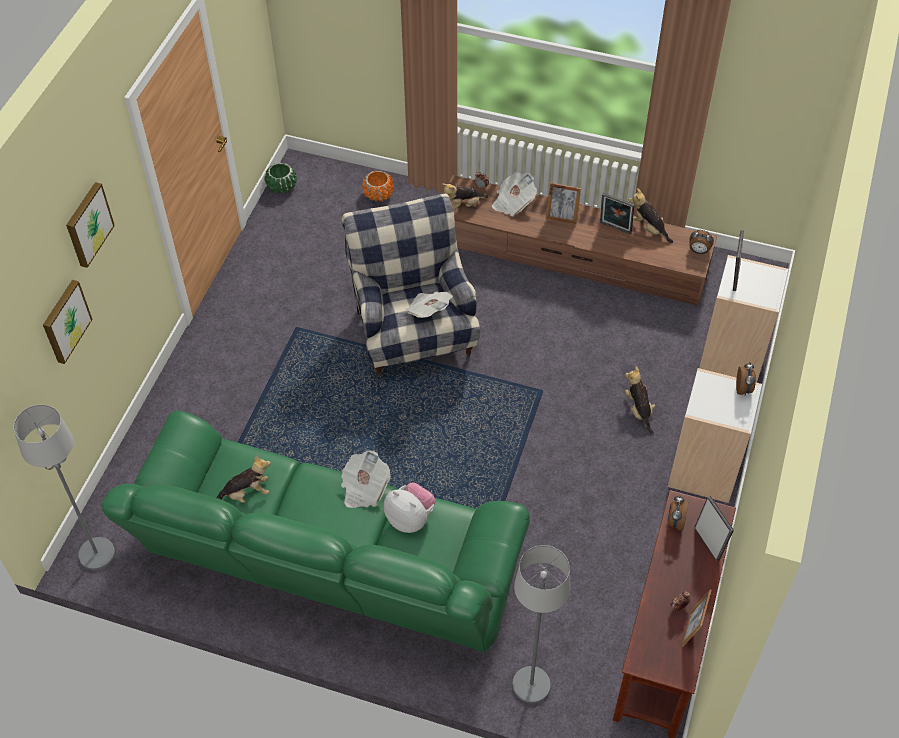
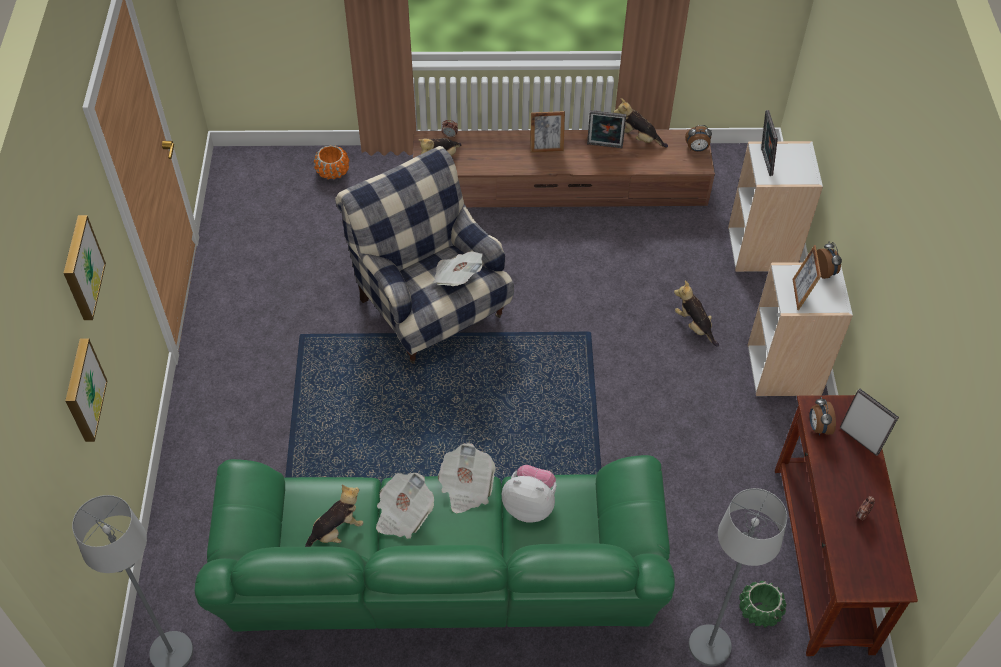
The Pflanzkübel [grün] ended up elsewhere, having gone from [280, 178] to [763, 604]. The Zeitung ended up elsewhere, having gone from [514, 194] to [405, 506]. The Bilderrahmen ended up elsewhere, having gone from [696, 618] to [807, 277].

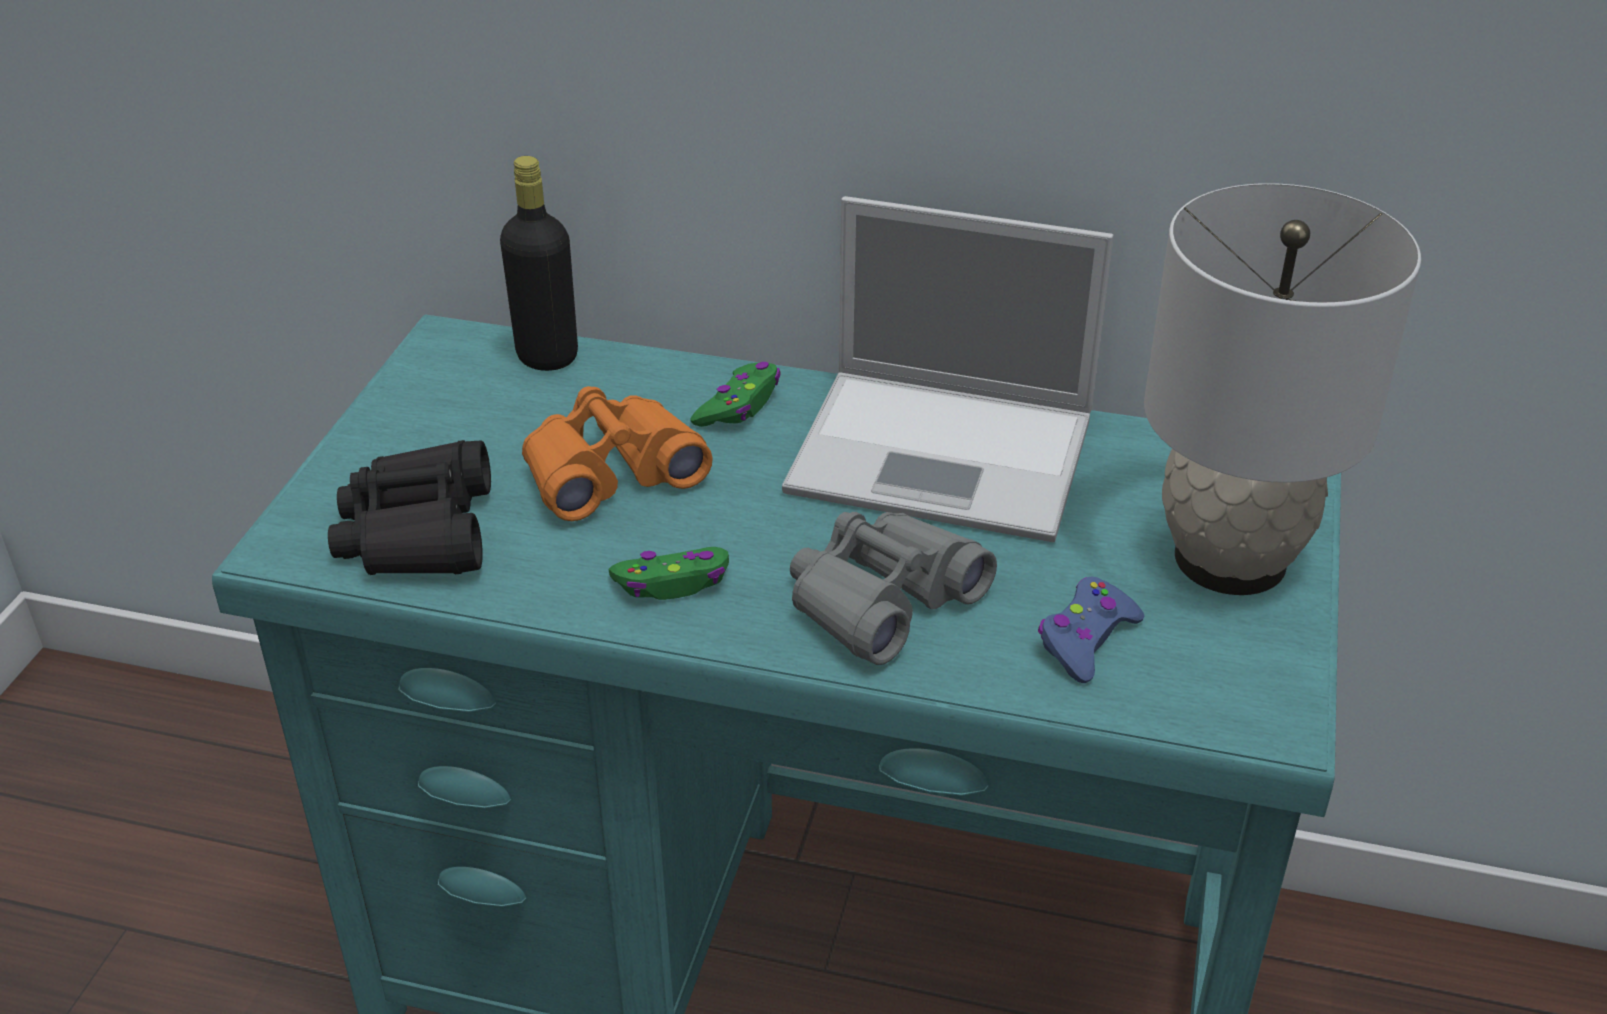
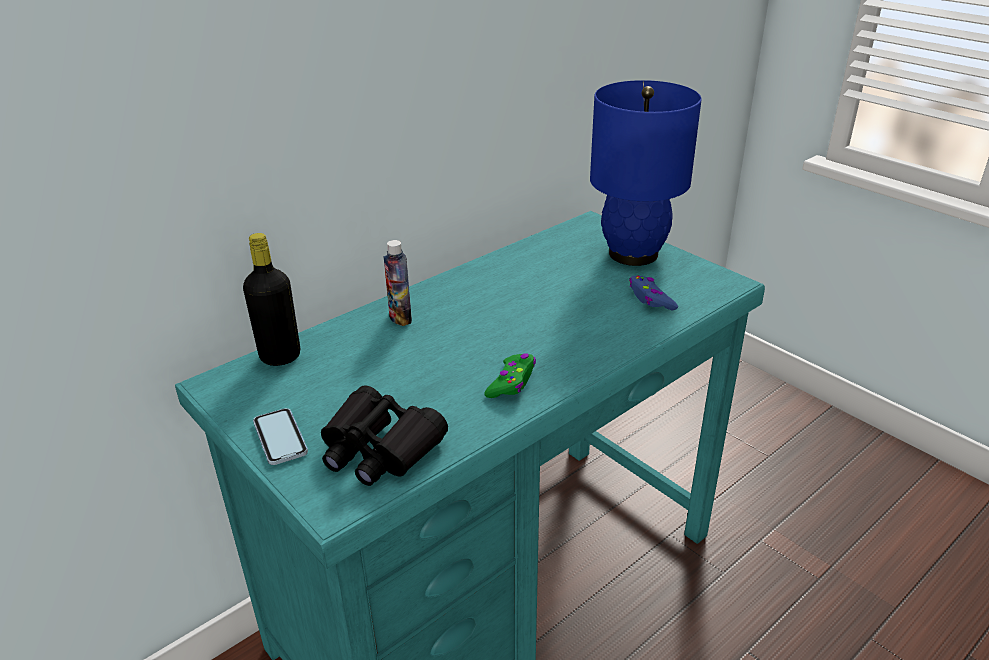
What was the Tischlampe [weiß] at [1282, 389] turned into the Tischlampe [blau] at [646, 173]. The second view lost the Laptop at [948, 369]. Where the Gamepad [grün] stood at [735, 394], the Flasche came to stand at [398, 283]. The second view lost the Fernglas [orange] at [617, 453]. The second view lost the Fernglas [grau] at [893, 588]. The second view gained the Handy at [280, 436].

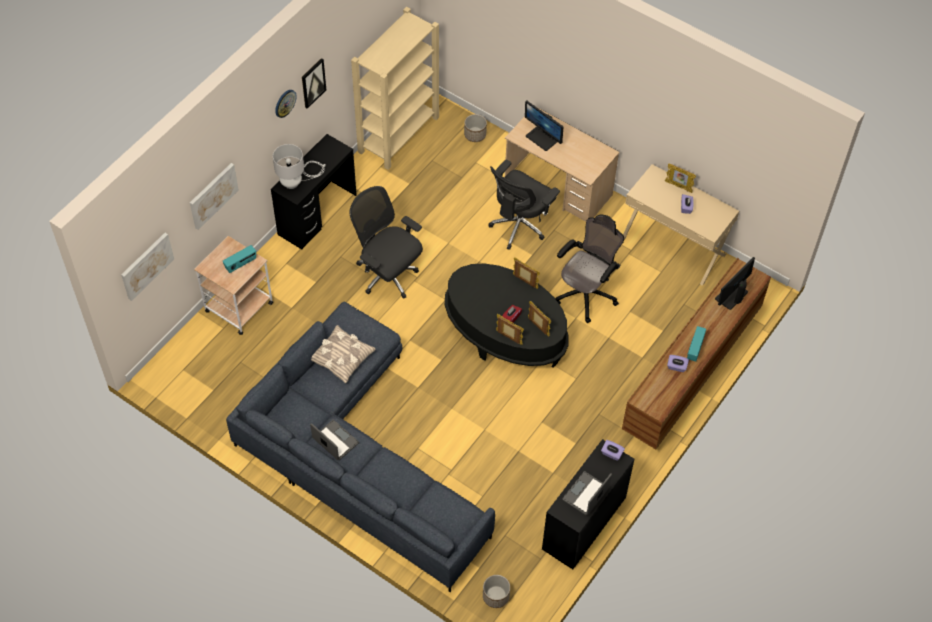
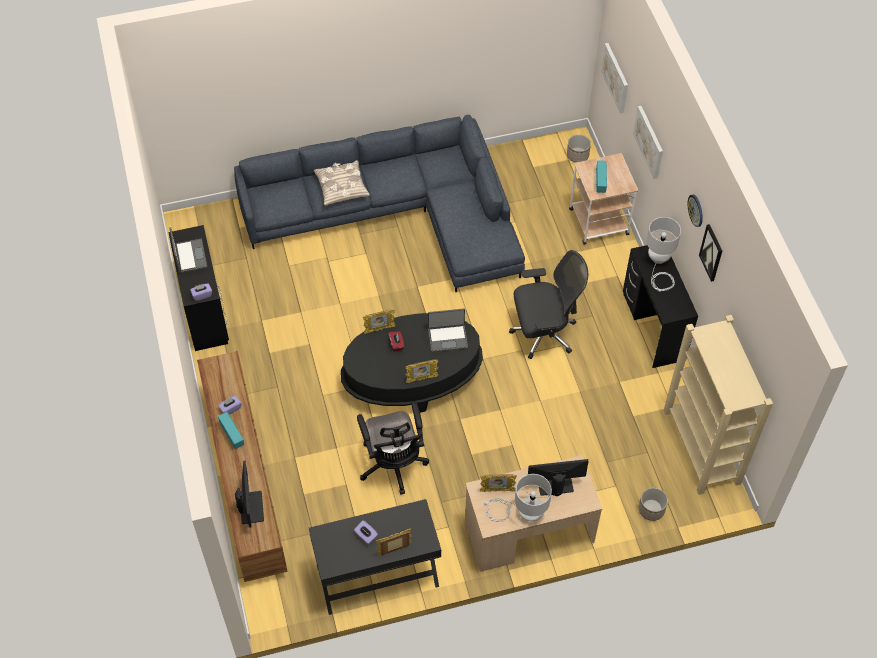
The second view lost the Bürostuhl at [524, 205]. What was the Konsolentisch [beige] at [681, 225] turned into the Konsolentisch [schwarz] at [375, 557]. The Bilderrahmen ended up elsewhere, having gone from [539, 318] to [498, 483]. The Kissen [beige] ended up elsewhere, having gone from [343, 354] to [342, 183]. The Laptop ended up elsewhere, having gone from [334, 440] to [448, 330]. The Pflanzkübel ended up elsewhere, having gone from [496, 591] to [579, 148]. The second view gained the Tischlampe [weiß] at [518, 498].

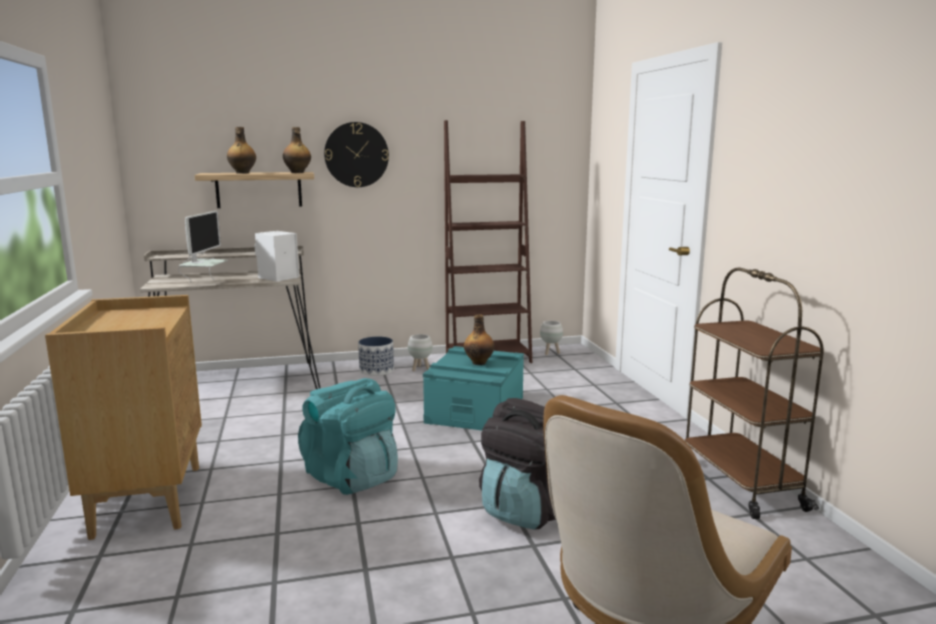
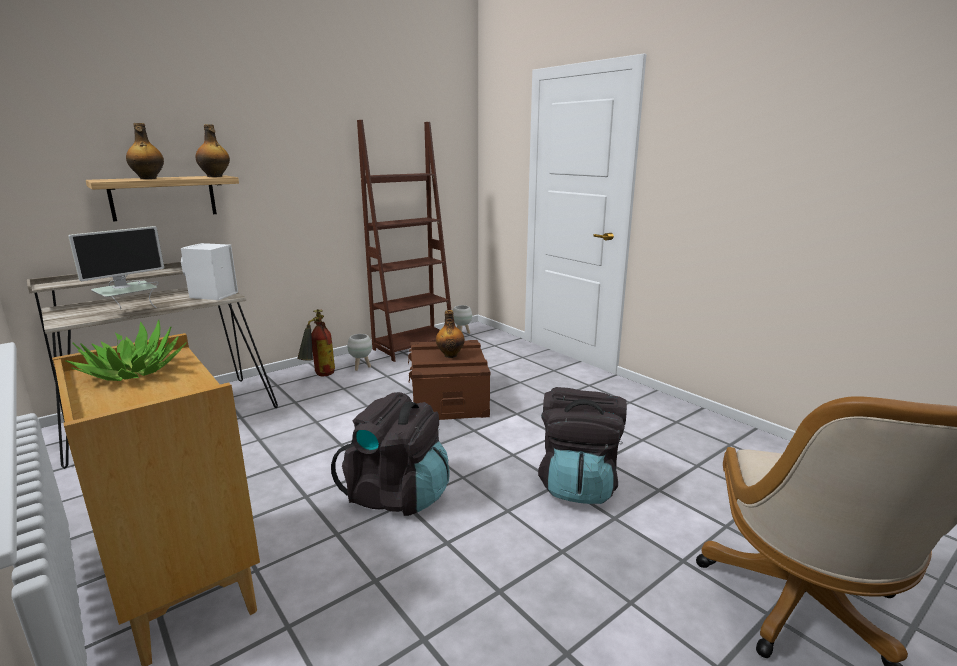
The second view lost the Wanduhr at [356, 154]. The Monitor at [203, 247] ended up facing another way, 60 degrees clockwise from before. The second view lost the Rollwagen [braun] at [754, 393]. Where the Pflanzkübel stood at [376, 356], the Feuerlöscher came to stand at [316, 342]. What was the Aufbewahrungsbox [türkis] at [473, 388] turned into the Aufbewahrungsbox [braun] at [449, 380]. What was the Rucksack [türkis] at [348, 436] turned into the Rucksack [schwarz] at [390, 454]. The second view gained the Topfpflanze at [126, 350].

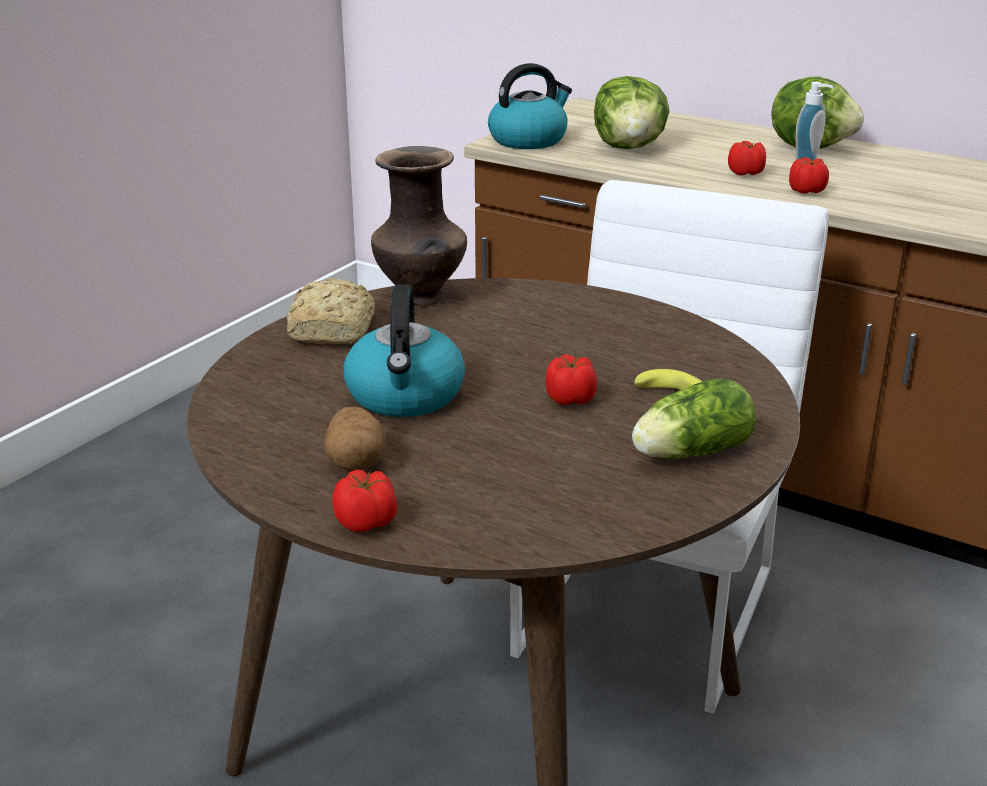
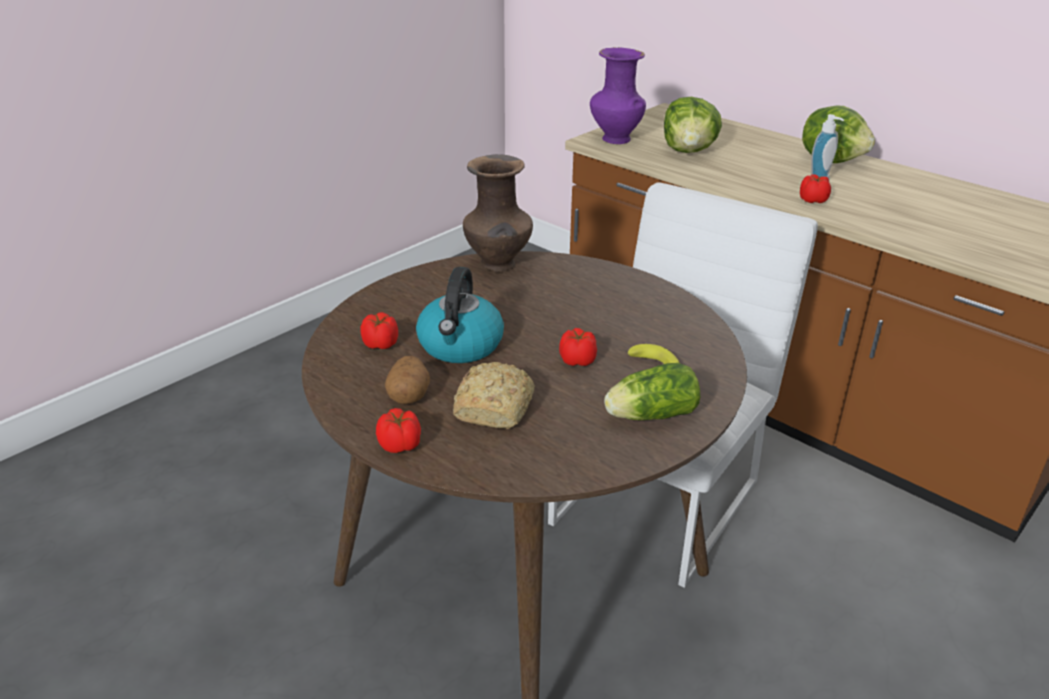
Where the Wasserkessel stood at [530, 106], the Vase [lila] came to stand at [618, 95]. The Tomate ended up elsewhere, having gone from [747, 158] to [379, 330]. The Brot ended up elsewhere, having gone from [331, 311] to [494, 395].

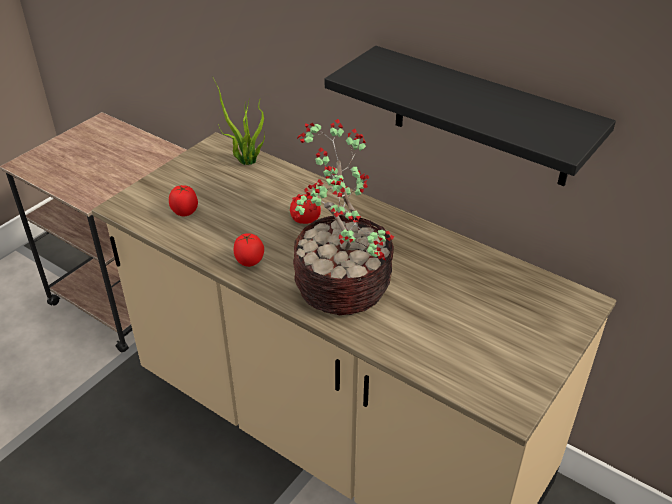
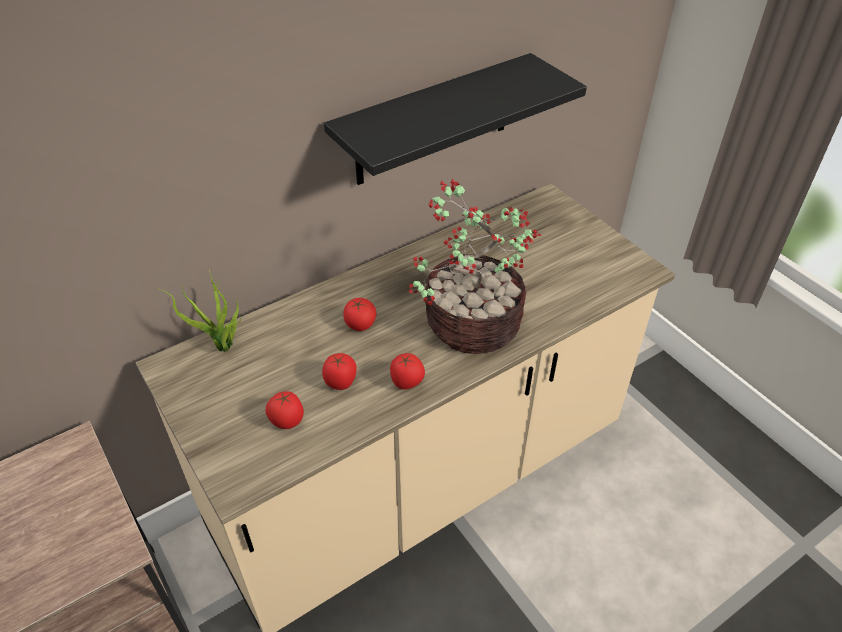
The second view gained the Tomate at [339, 371].

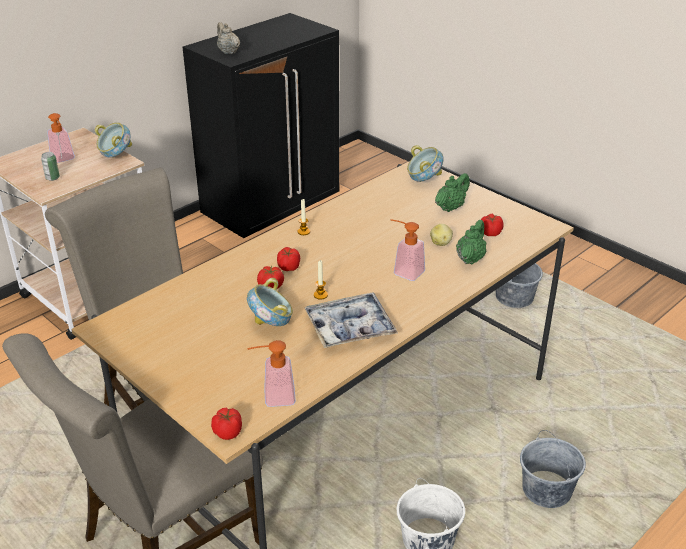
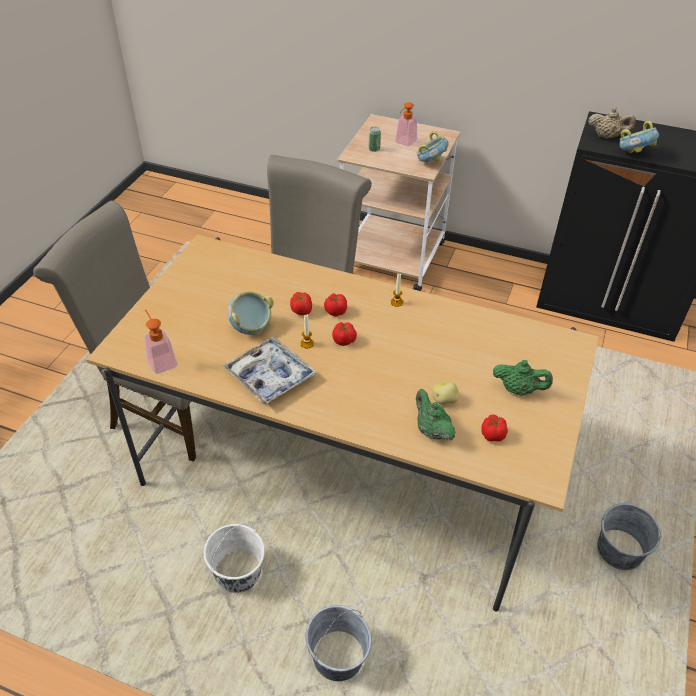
The Teekanne [beige] at [228, 38] ended up facing another way, 75 degrees clockwise from before. The Schüssel ended up elsewhere, having gone from [425, 163] to [639, 137]. The second view lost the Seifenspender at [408, 250]. The Teekanne [grün] at [471, 242] ended up facing another way, 120 degrees counterclockwise from before. The Tomate ended up elsewhere, having gone from [226, 424] to [344, 334].

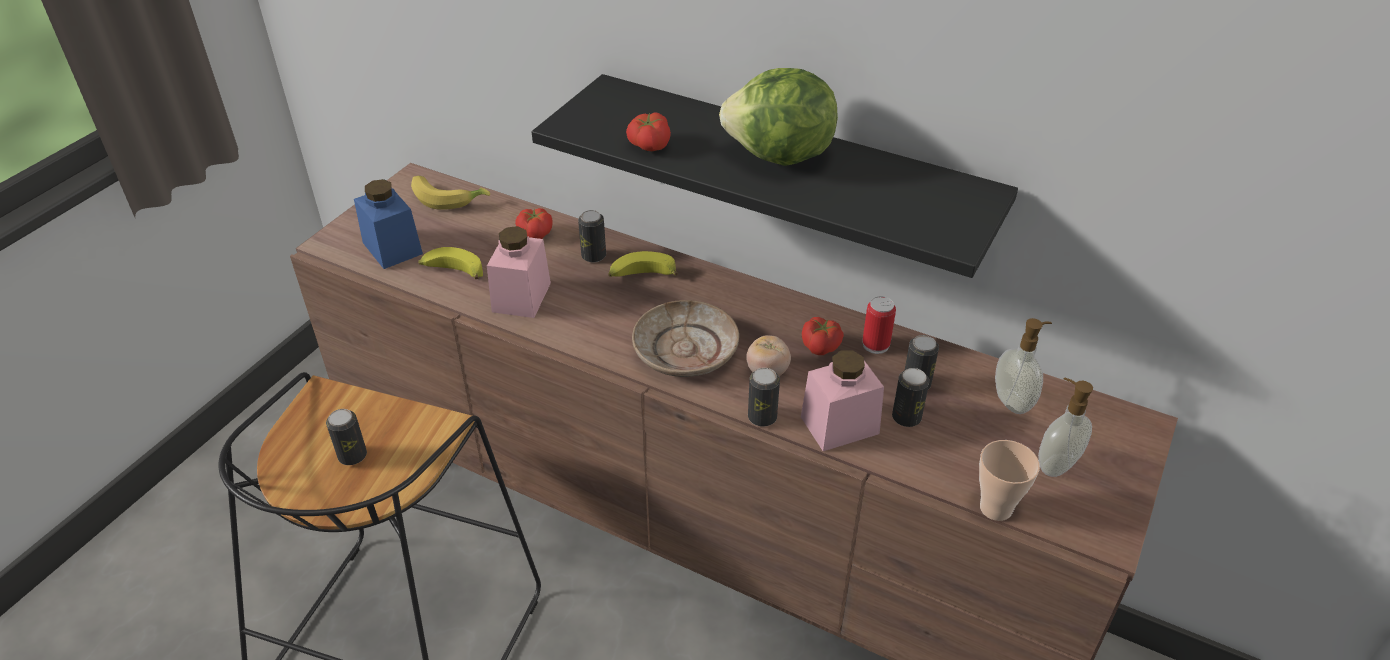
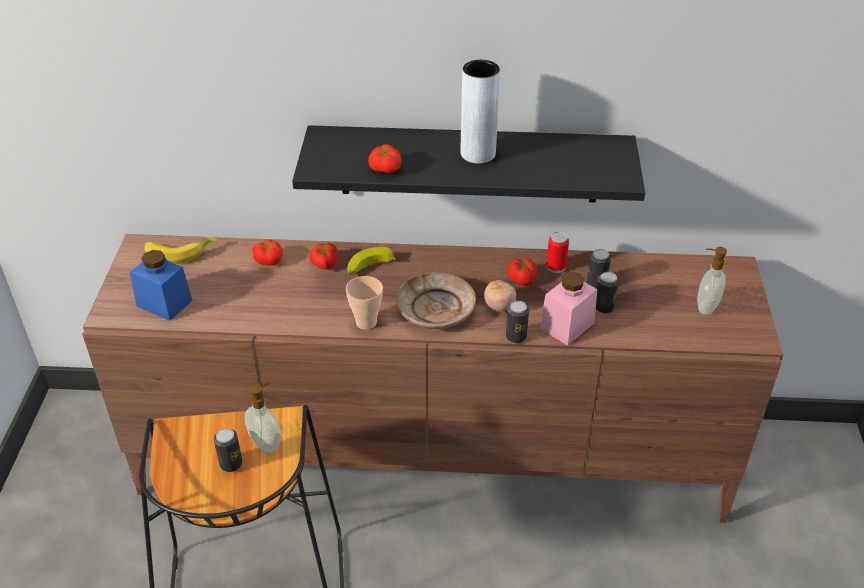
Where the Salatkopf stood at [778, 117], the Vase [grau] came to stand at [480, 112]. Where the Dose stood at [592, 236], the Tomate came to stand at [324, 256]. The second view lost the Vorratsglas [rosa] at [519, 272]. The second view lost the Banane at [450, 263]. The Seifenspender ended up elsewhere, having gone from [1023, 366] to [262, 417]. The Tasse ended up elsewhere, having gone from [1009, 480] to [364, 303].

